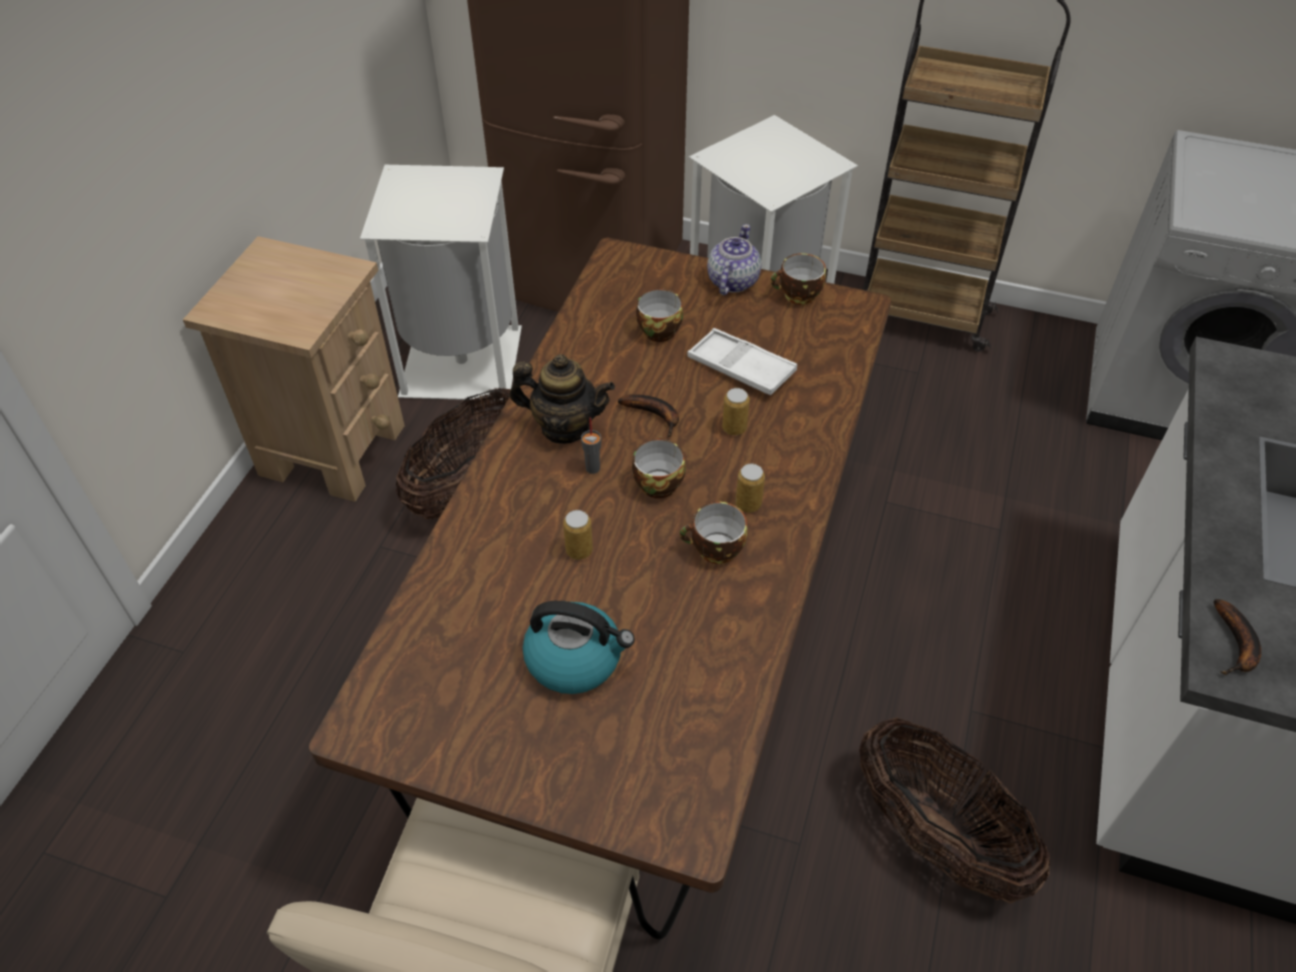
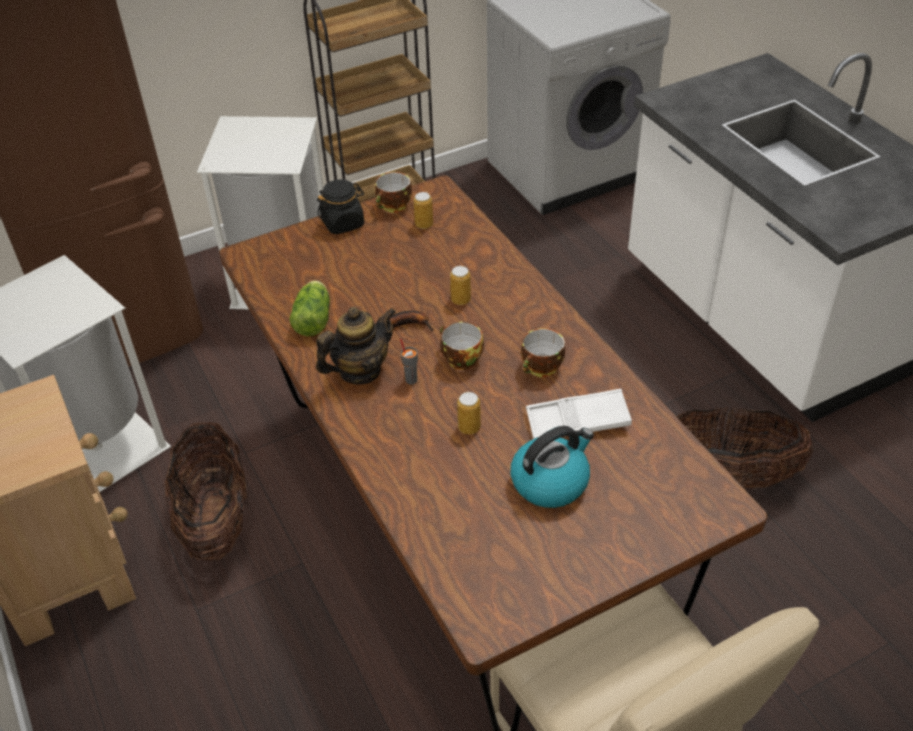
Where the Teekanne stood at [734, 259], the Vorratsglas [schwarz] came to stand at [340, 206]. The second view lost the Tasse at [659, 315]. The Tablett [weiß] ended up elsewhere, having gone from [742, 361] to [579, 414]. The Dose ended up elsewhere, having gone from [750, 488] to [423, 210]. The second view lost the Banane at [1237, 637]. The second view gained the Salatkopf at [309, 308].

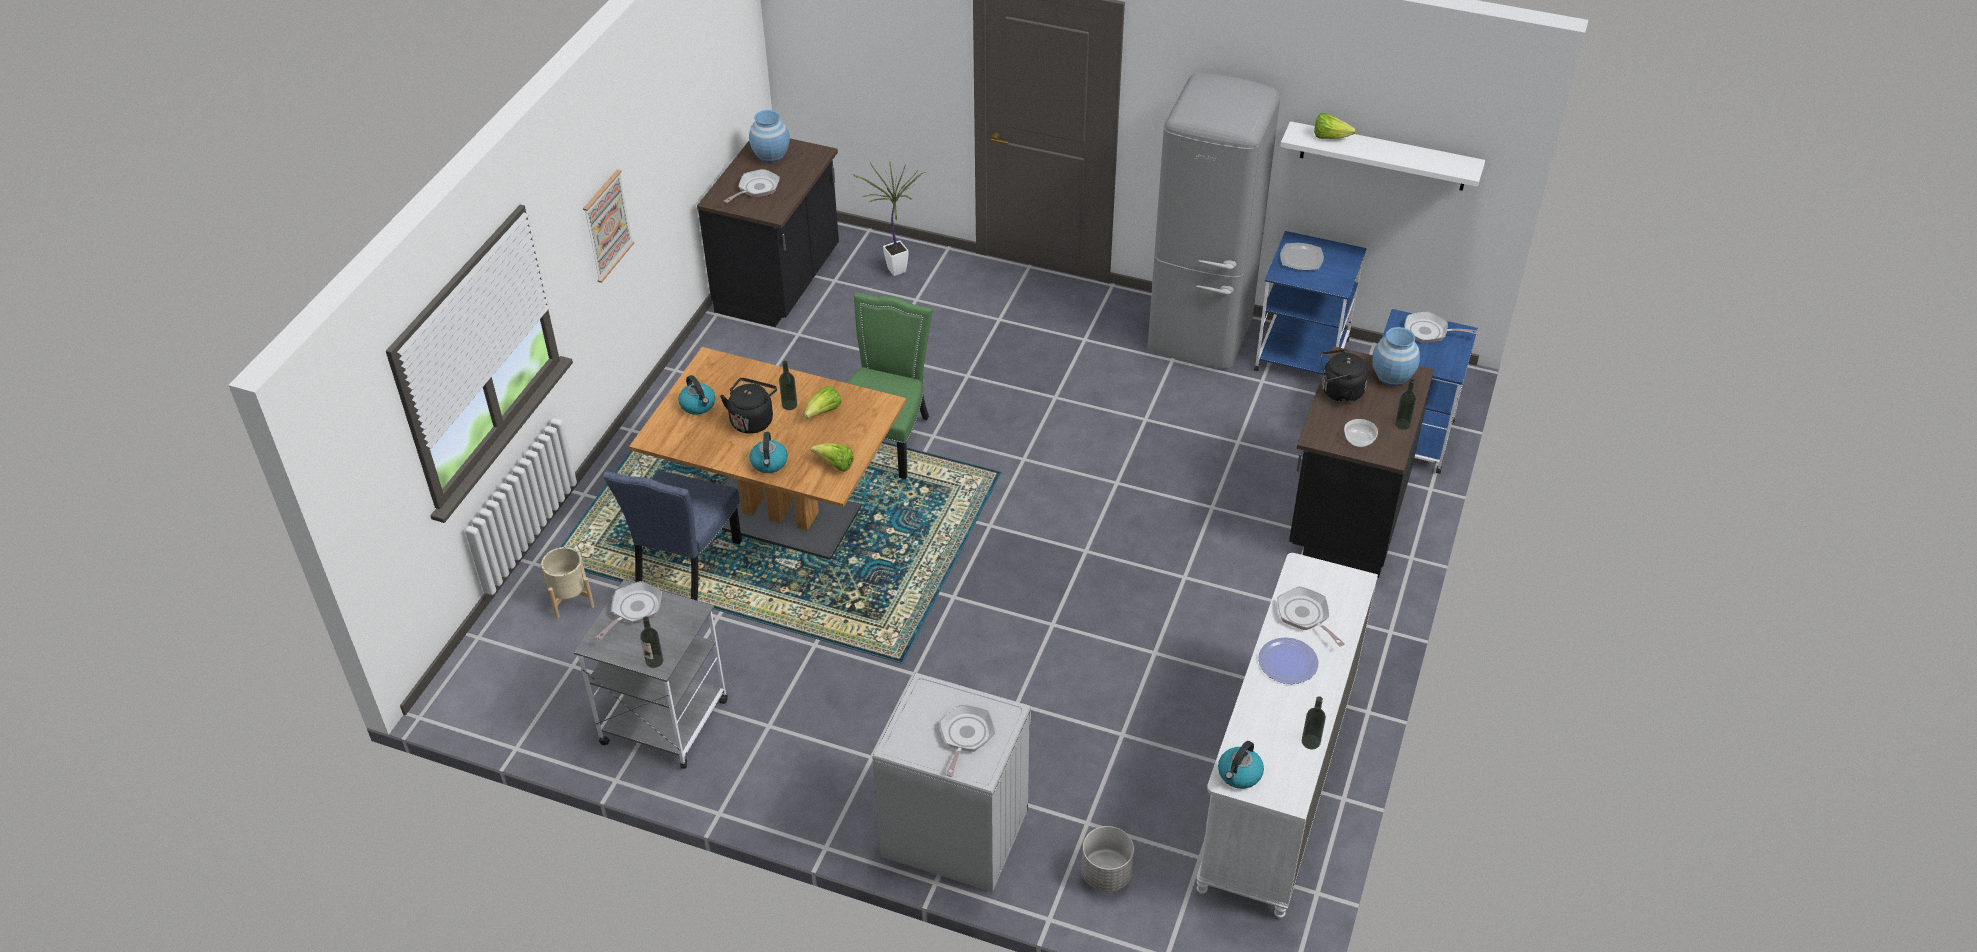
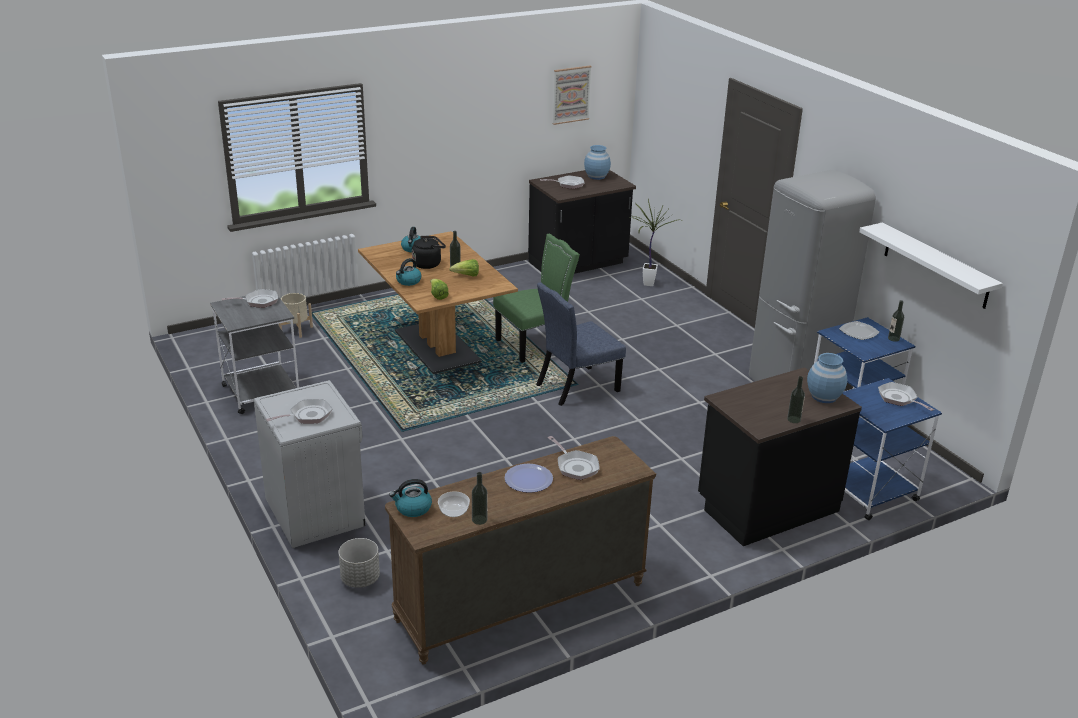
The second view lost the Salatkopf at [1335, 126]. The Bild ended up elsewhere, having gone from [608, 226] to [572, 95]. The second view lost the Wasserkessel [schwarz] at [1344, 376]. The Schüssel ended up elsewhere, having gone from [1361, 433] to [454, 504]. The Stuhl [blau] ended up elsewhere, having gone from [672, 536] to [581, 344]. What was the Kommode [weiß] at [1287, 735] turned into the Kommode [braun] at [520, 550]. The Pfanne at [1311, 616] ended up facing another way, 135 degrees clockwise from before. The Flasche ended up elsewhere, having gone from [651, 642] to [896, 321].

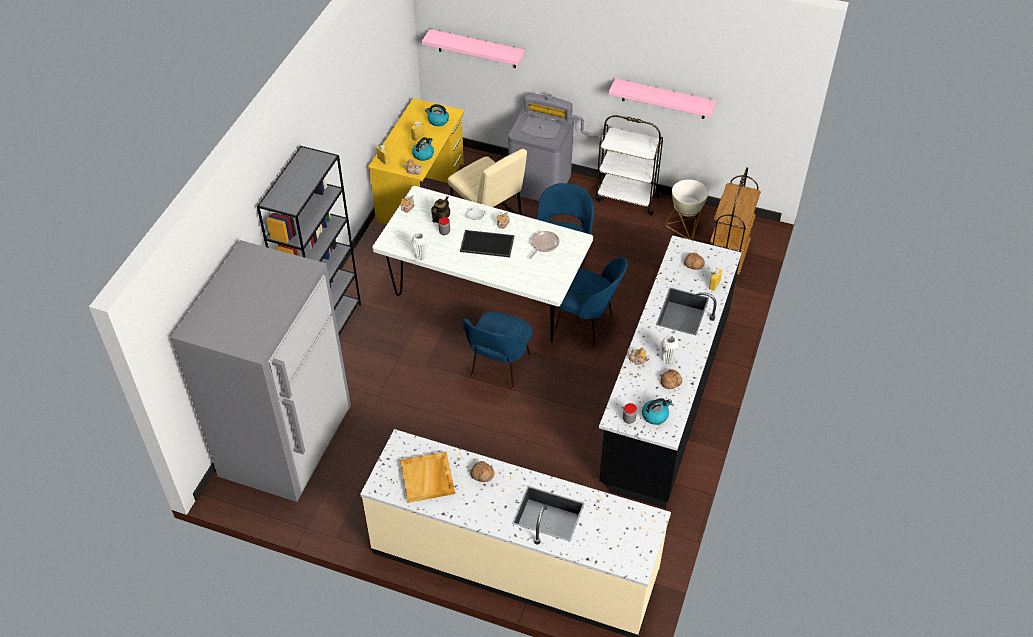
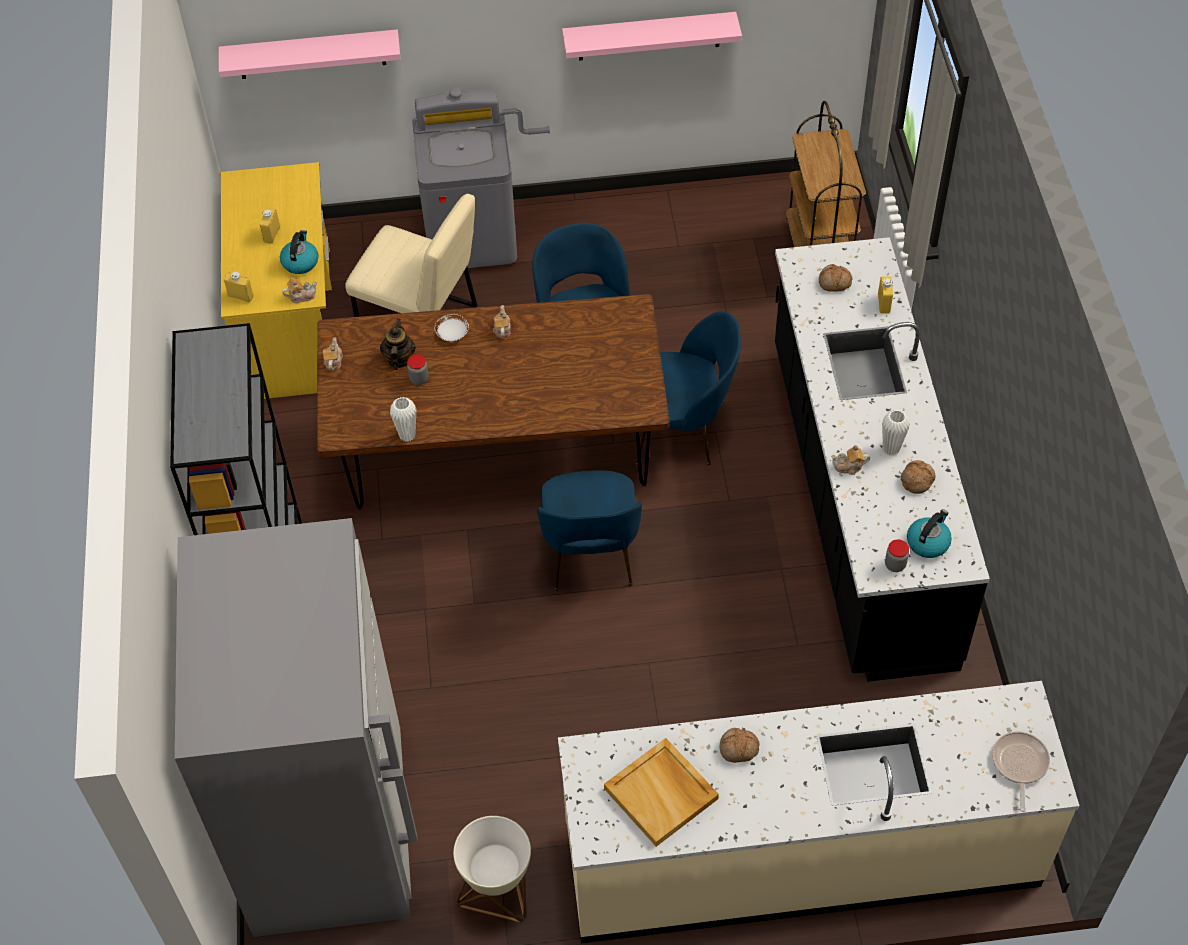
The second view lost the Wasserkessel at [437, 115]. The second view lost the Rollwagen [weiß] at [629, 165]. The Pflanzkübel ended up elsewhere, having gone from [686, 209] to [492, 869]. What was the Esstisch [weiß] at [482, 264] turned into the Esstisch [braun] at [493, 402]. The second view lost the Tablett at [487, 244]. The Pfanne ended up elsewhere, having gone from [544, 245] to [1021, 772].

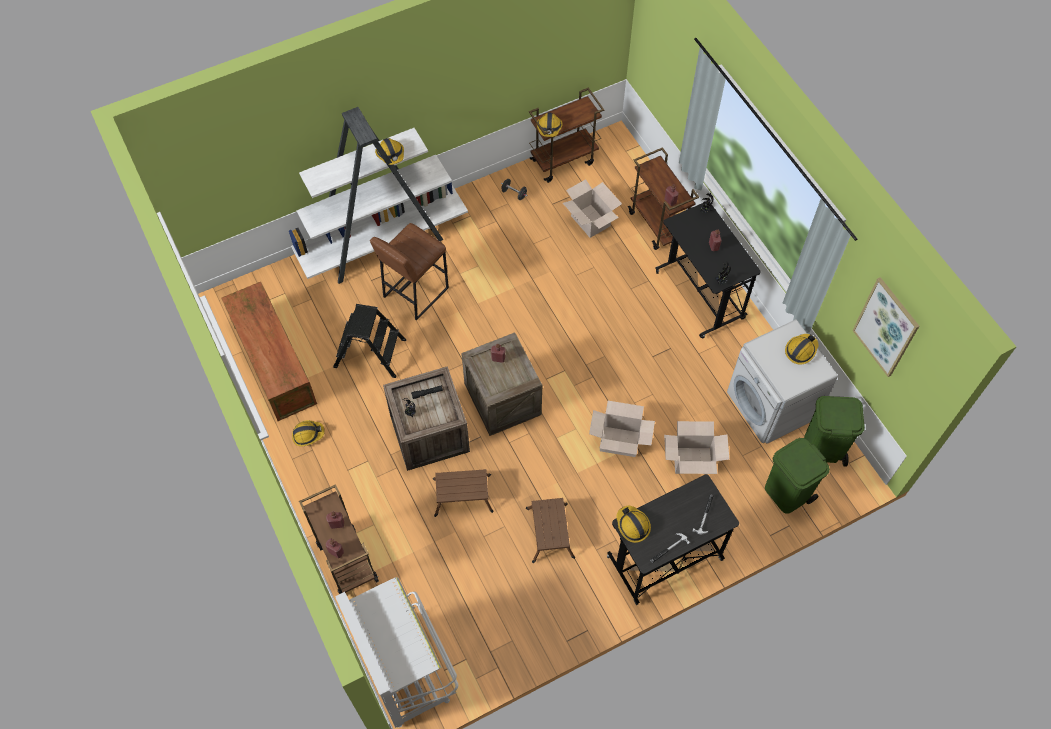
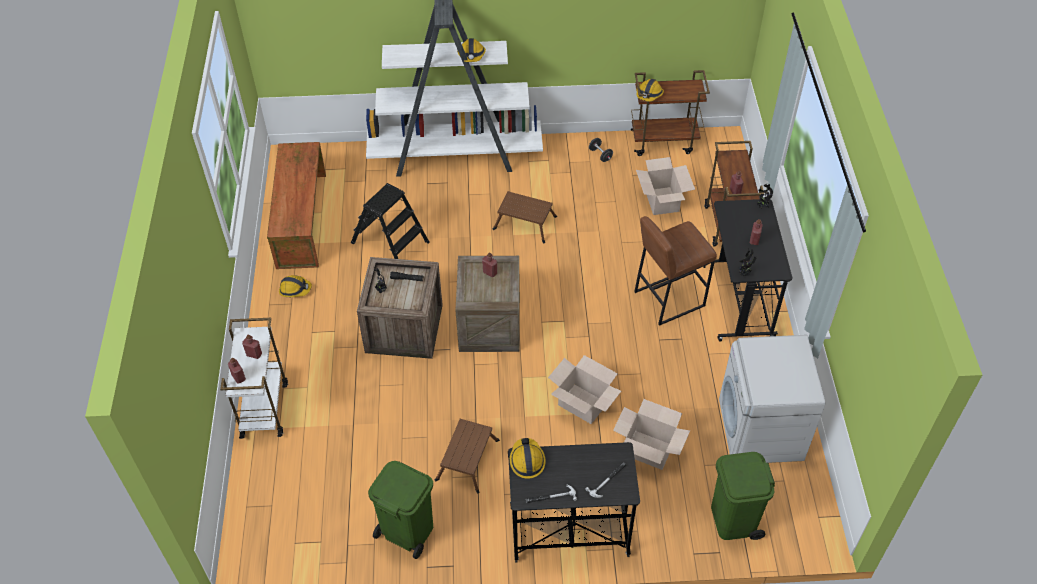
The Hocker [braun] ended up elsewhere, having gone from [409, 272] to [675, 271]. The second view lost the Bild at [885, 327]. The second view lost the Schutzhelm at [802, 349]. The Mülleimer [grün] ended up elsewhere, having gone from [834, 431] to [400, 510]. The Trittleiter [braun] ended up elsewhere, having gone from [463, 493] to [525, 217]. What was the Rollwagen [braun] at [339, 539] turned into the Rollwagen [weiß] at [254, 378]. The second view lost the Schuhregal [weiß] at [396, 652].

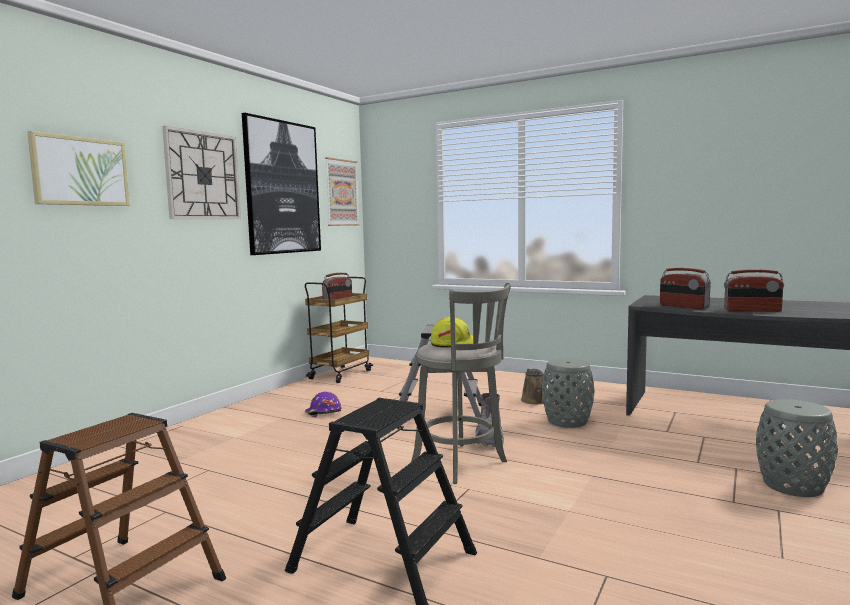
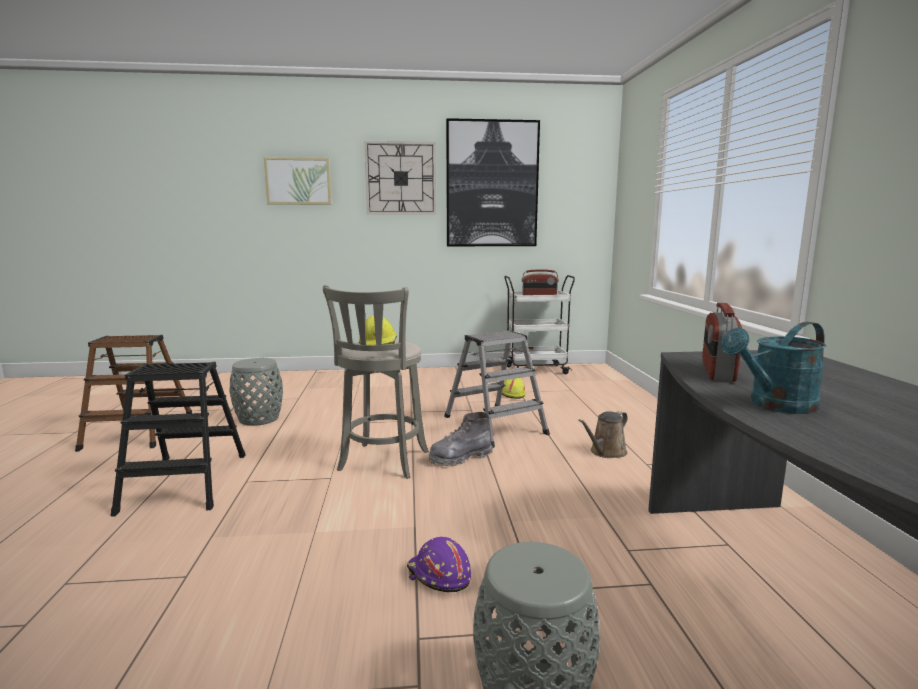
The second view lost the Bild at [342, 191]. Where the Radio stood at [754, 290], the Gießkanne [türkis] came to stand at [773, 368]. What was the Rollwagen [braun] at [339, 330] turned into the Rollwagen [weiß] at [540, 324]. The Hocker [grau] ended up elsewhere, having gone from [568, 393] to [256, 392]. The Schutzhelm [lila] ended up elsewhere, having gone from [323, 404] to [439, 564]. The second view gained the Schutzhelm [gelb] at [514, 388].

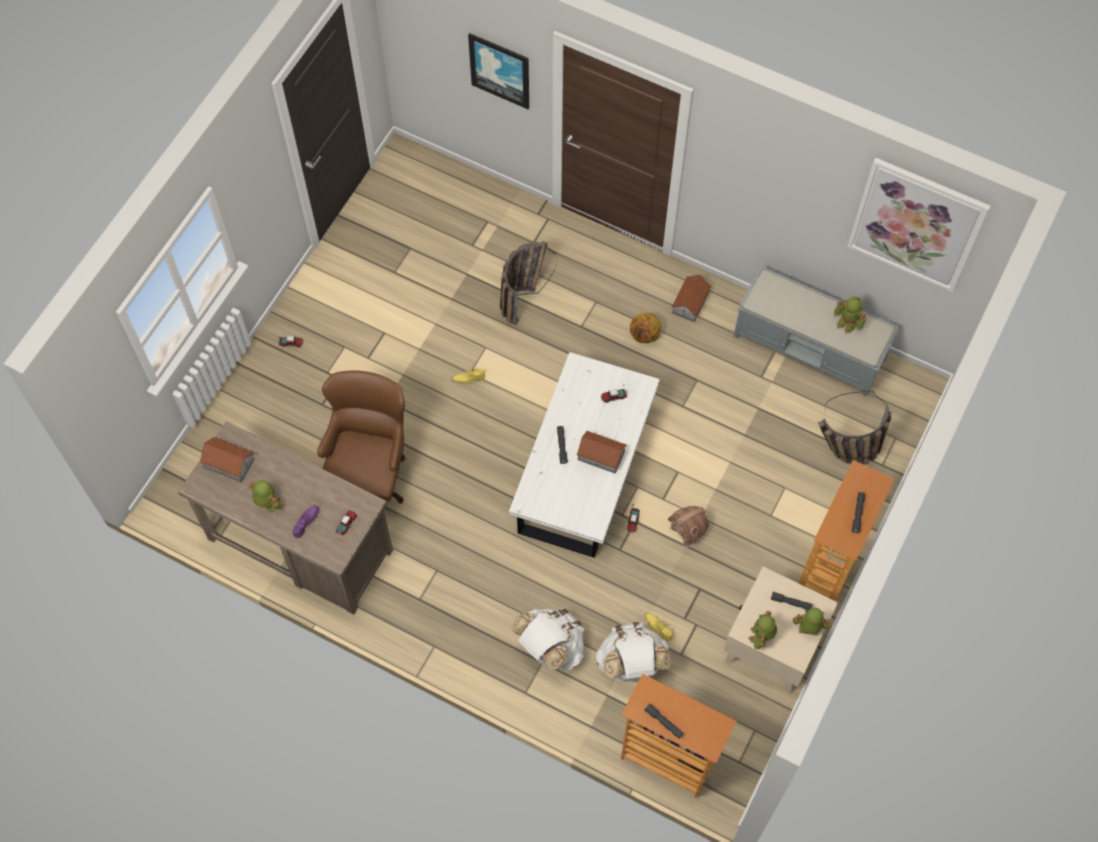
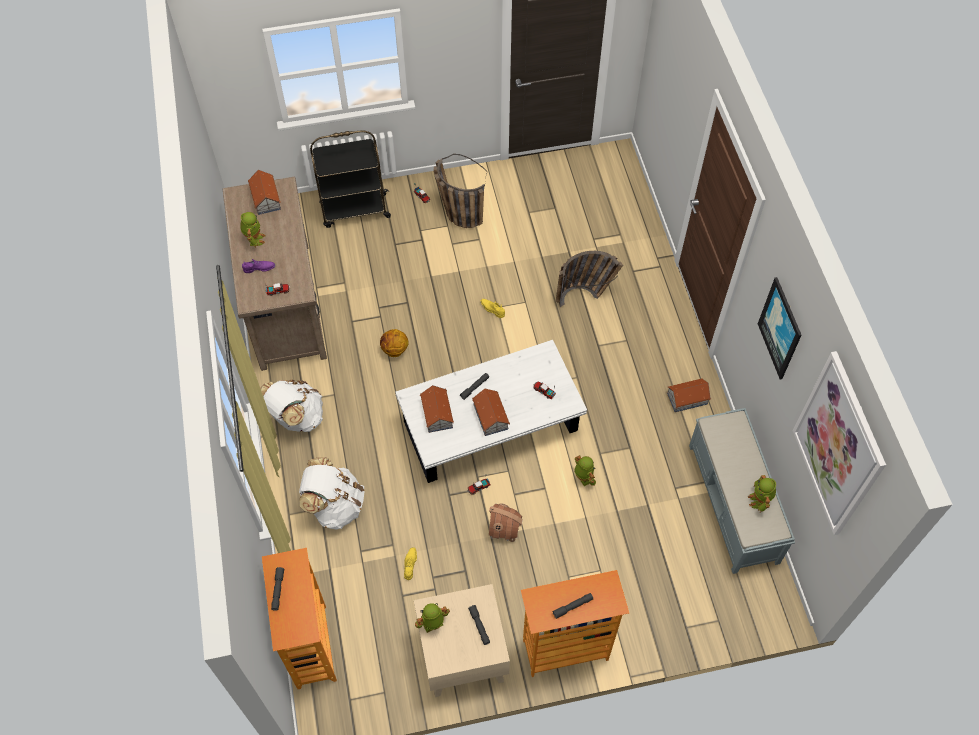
The Bild ended up elsewhere, having gone from [498, 71] to [779, 328]. The Basketball ended up elsewhere, having gone from [645, 328] to [394, 343]. The second view lost the Bürostuhl [braun] at [361, 437]. The Korb ended up elsewhere, having gone from [855, 428] to [460, 191]. The Spielzeugroboter ended up elsewhere, having gone from [812, 622] to [585, 470]. The Rucksack [weiß] ended up elsewhere, having gone from [633, 652] to [291, 406]. The second view gained the Rollwagen [schwarz] at [350, 179]. The second view gained the Spielzeughaus at [437, 409].

